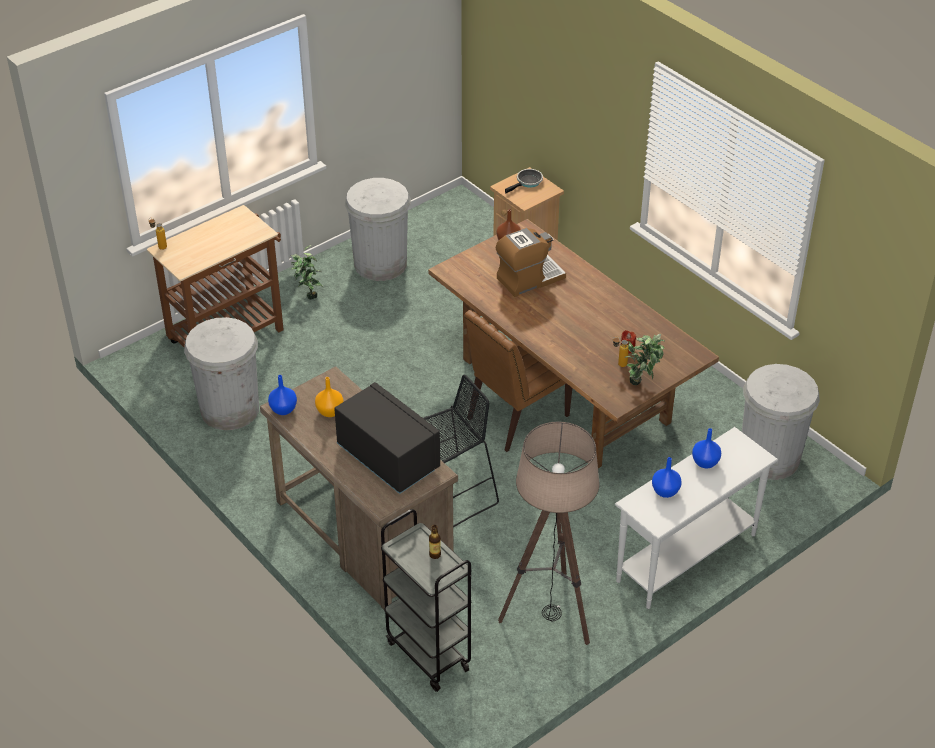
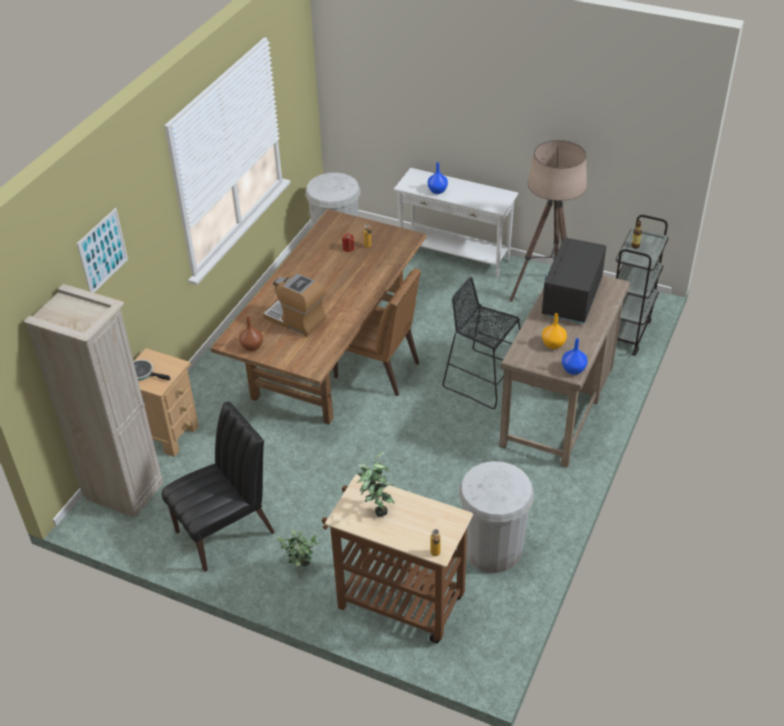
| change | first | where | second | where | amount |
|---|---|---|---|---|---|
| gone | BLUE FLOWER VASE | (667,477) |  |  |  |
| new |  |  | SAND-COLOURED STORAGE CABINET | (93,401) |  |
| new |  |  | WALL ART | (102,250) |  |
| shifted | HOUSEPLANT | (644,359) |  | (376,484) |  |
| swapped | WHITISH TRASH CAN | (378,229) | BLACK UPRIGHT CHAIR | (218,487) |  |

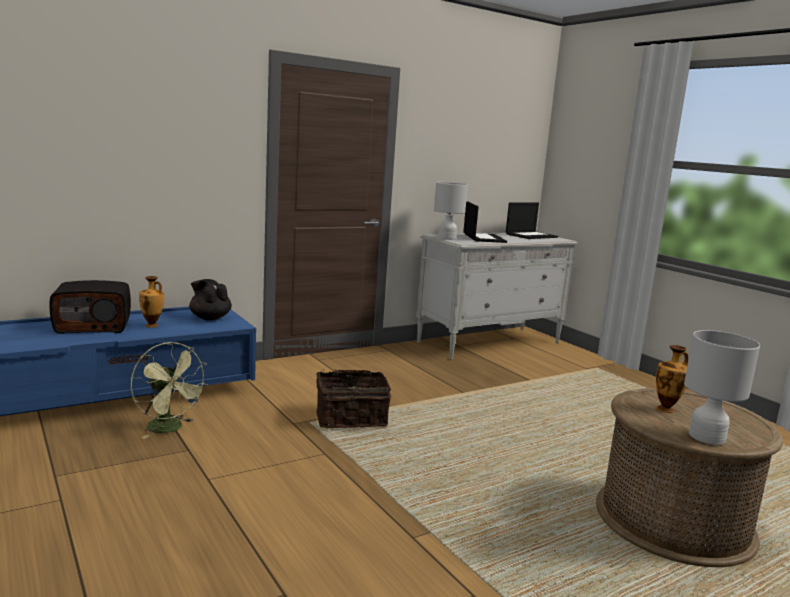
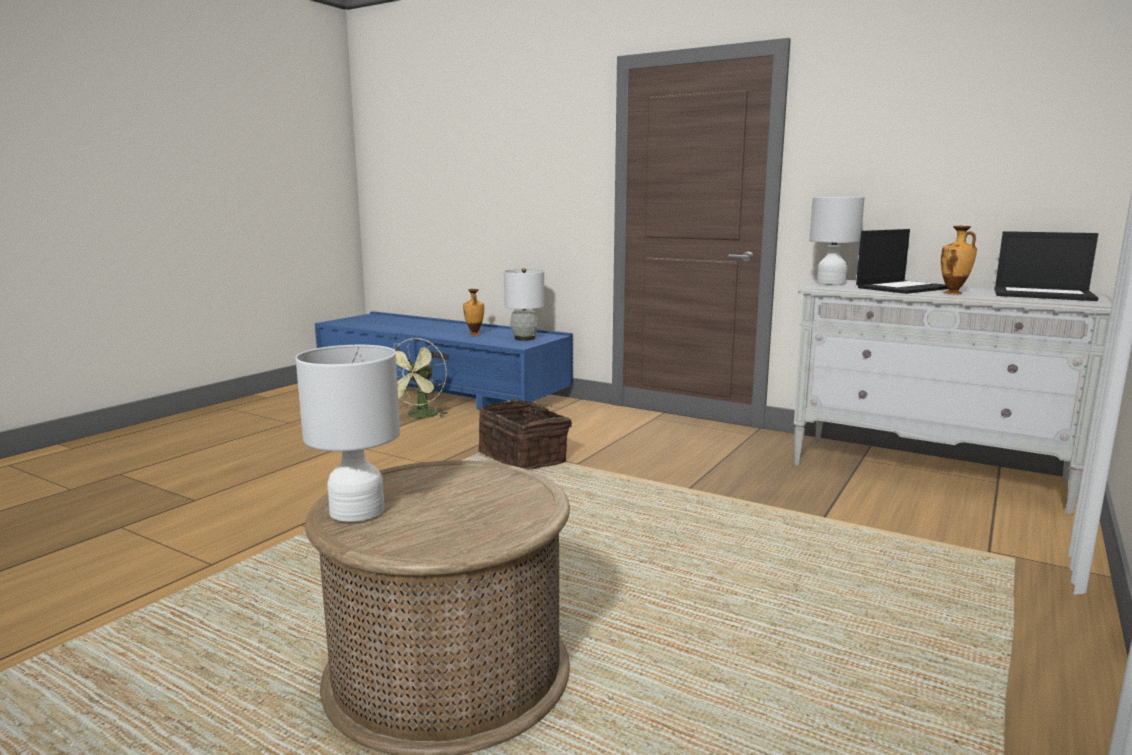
| change | first | where | second | where | amount |
|---|---|---|---|---|---|
| gone | RADIO | (90,307) |  |  |  |
| shifted | FLOWER VASE | (672,379) |  | (959,260) |  |
| swapped | BLACK TEA POT | (210,299) | WHITISH TABLETOP LAMP | (524,304) |  |

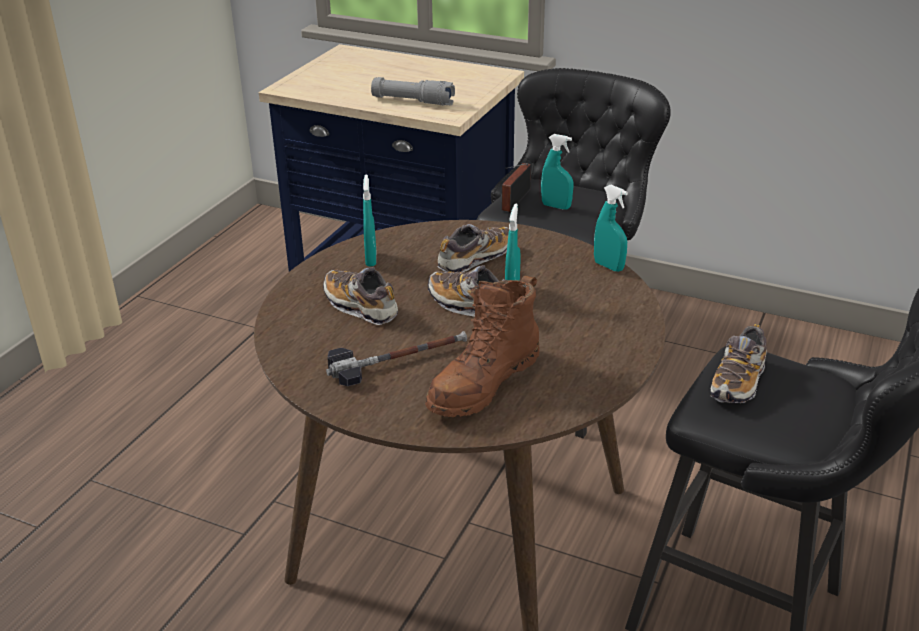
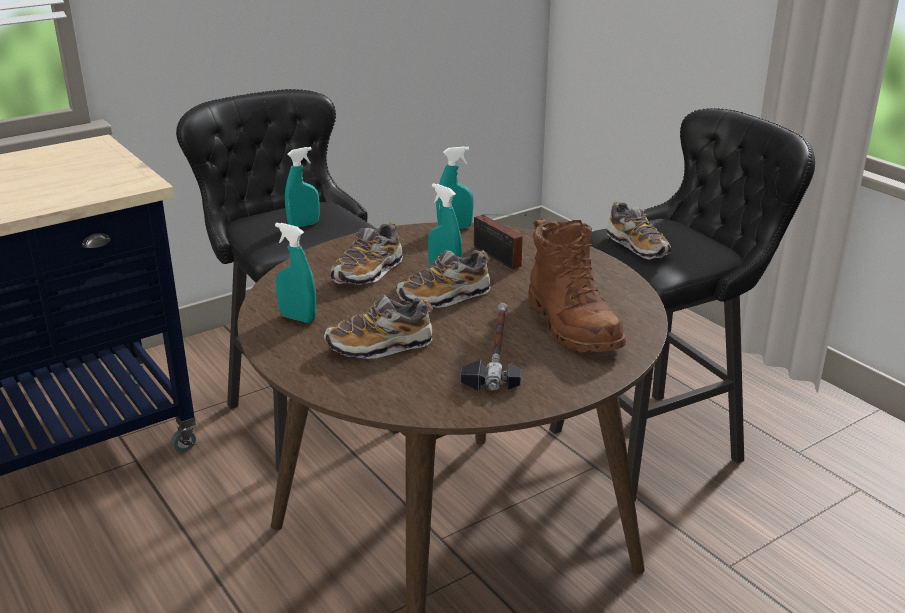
| change | first | where | second | where | amount |
|---|---|---|---|---|---|
| gone | GREY TORCH | (413,91) |  |  |  |
| shifted | RADIO | (516,187) |  | (500,241) |  |
| rotated | ITEM OF FOOTWEAR | (473,248) |  | (367,253) | 135 degrees counterclockwise |

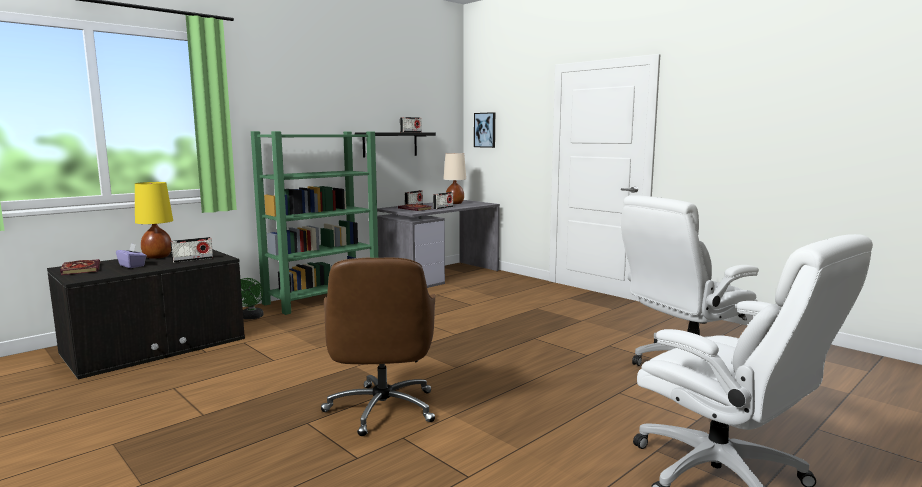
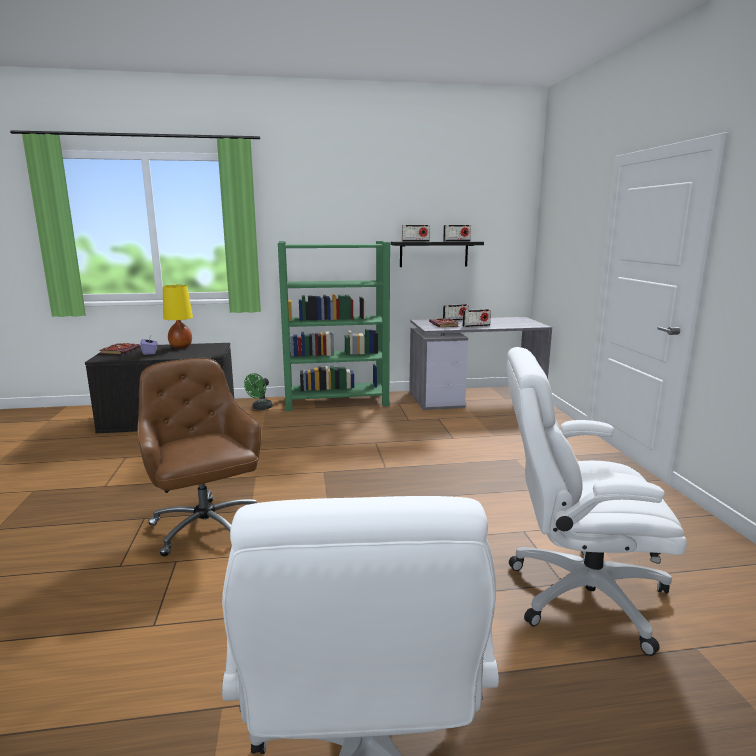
| change | first | where | second | where | amount |
|---|---|---|---|---|---|
| gone | SAND-COLOURED TABLETOP LAMP | (454,178) |  |  |  |
| gone | WALL ART | (484,130) |  |  |  |
| shifted | RADIO | (191,250) |  | (416,233) |  |
| rotated | BROWN-COLOURED OFFICE CHAIR | (378,347) |  | (199,457) | 120 degrees clockwise |

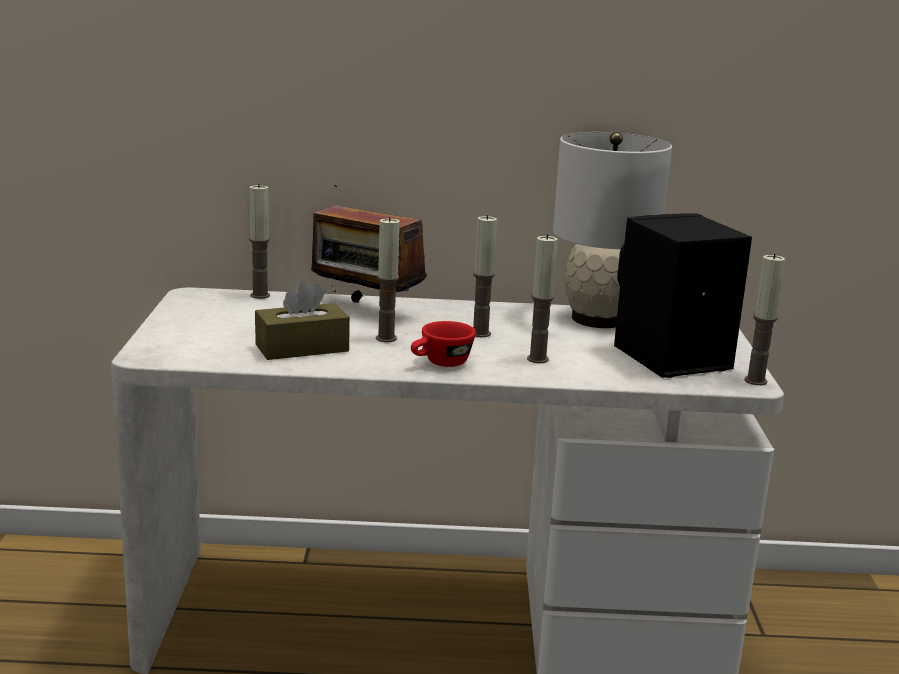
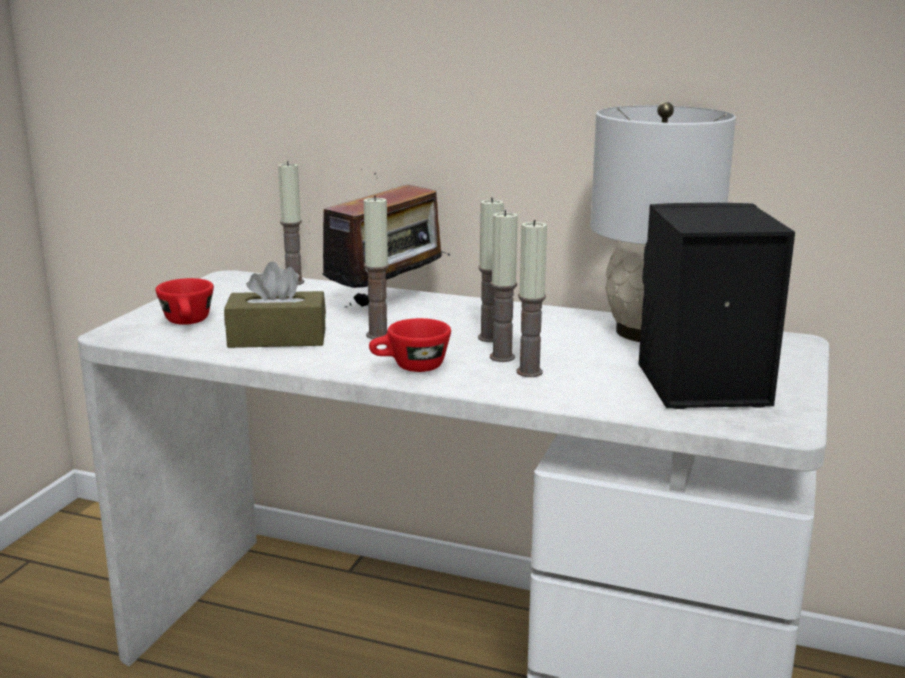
| change | first | where | second | where | amount |
|---|---|---|---|---|---|
| new |  |  | RED CUP | (185,301) |  |
| shifted | WAX LIGHT | (764,319) |  | (504,286) |  |
| rotated | RADIO | (369,244) |  | (379,238) | 105 degrees counterclockwise |

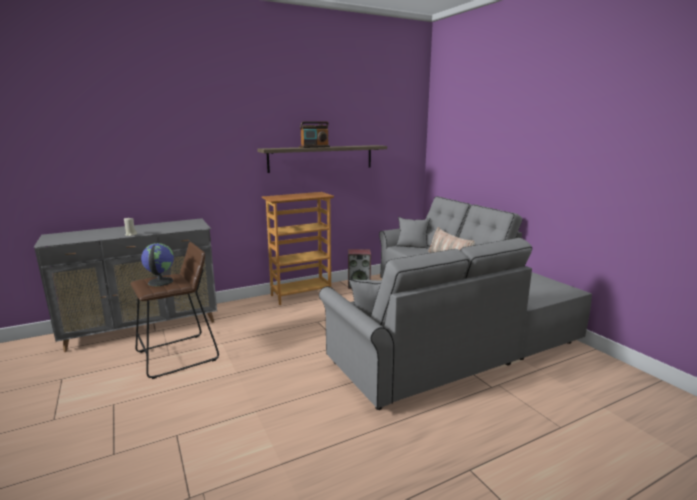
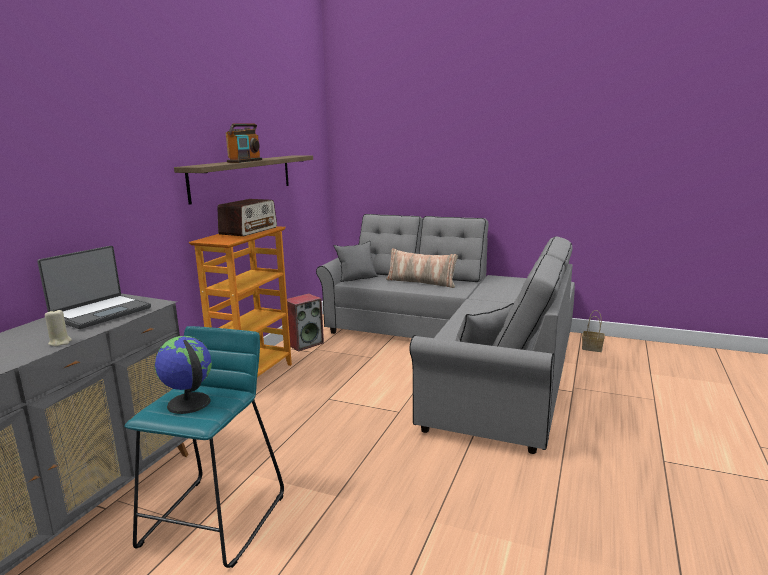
| change | first | where | second | where | amount |
|---|---|---|---|---|---|
| new |  |  | LAPTOP | (94,287) |  |
| new |  |  | RADIO | (247,217) |  |
| new |  |  | BASKET | (593,331) |  |
| repainted | BROWN-COLOURED SITTING STOOL | (175,310) | BLUE-GREEN SITTING STOOL | (204,447) |  |

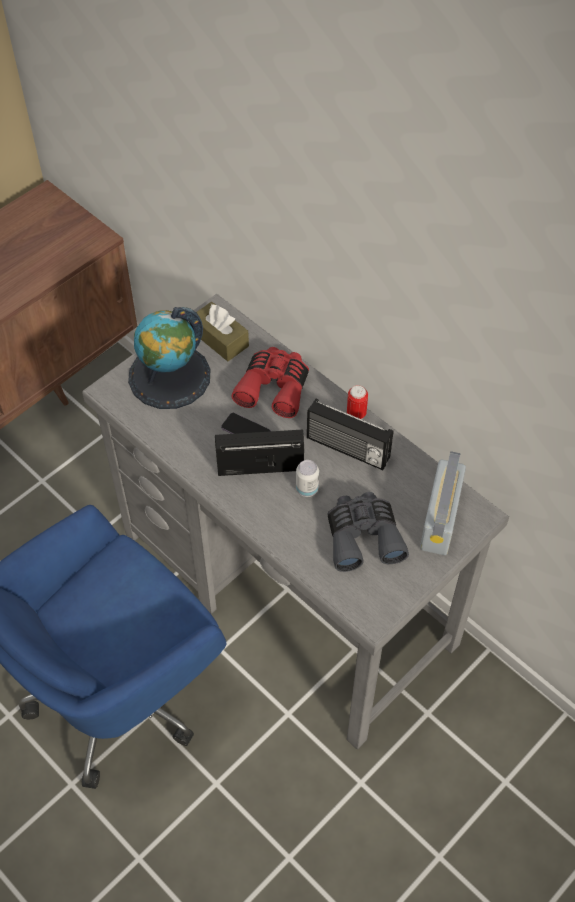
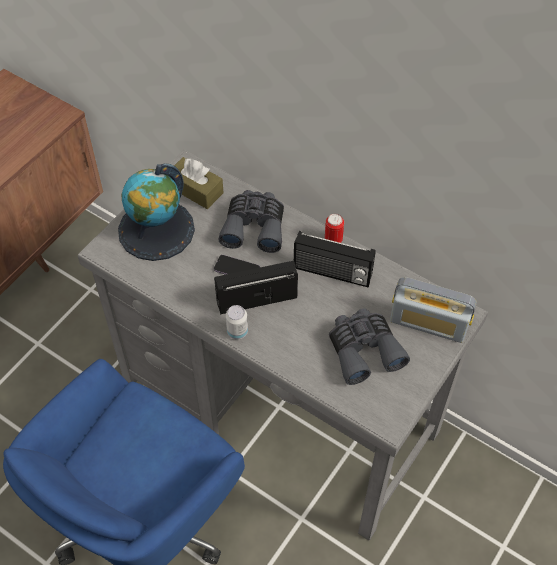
| change | first | where | second | where | amount |
|---|---|---|---|---|---|
| shifted | CAN | (307,478) |  | (237,322) |  |
| repainted | RED FIELD GLASSES | (270,382) | GREY FIELD GLASSES | (251,221) |  |
| rotated | RADIO | (443,503) |  | (433,310) | 105 degrees clockwise |

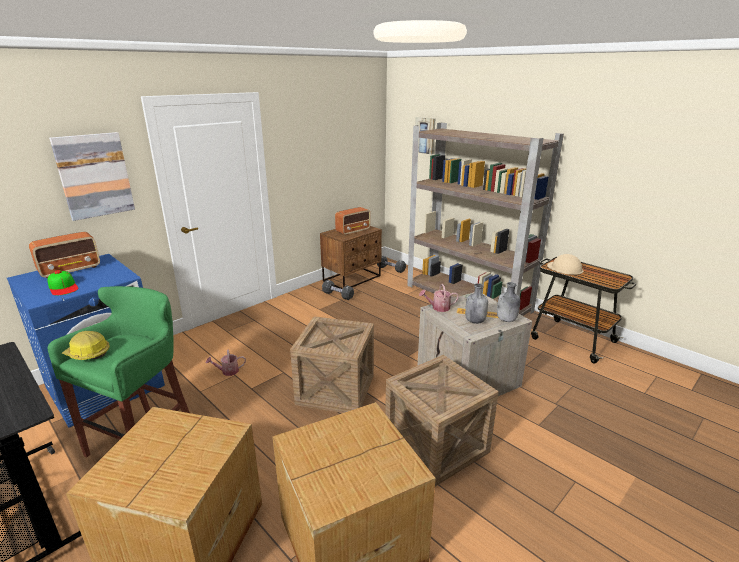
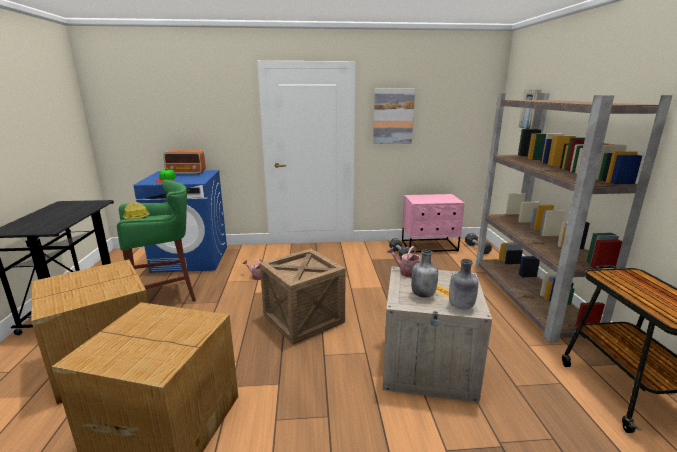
| change | first | where | second | where | amount |
|---|---|---|---|---|---|
| gone | RADIO | (352,221) |  |  |  |
| gone | CRATE | (442,421) |  |  |  |
| gone | SAND-COLOURED SAFETY HELMET | (565,264) |  |  |  |
| shifted | WALL ART | (92,176) |  | (394,116) |  |
| repainted | BROWN-COLOURED NIGHT TABLE | (351,257) | PINKISH NIGHT TABLE | (433,223) |  |

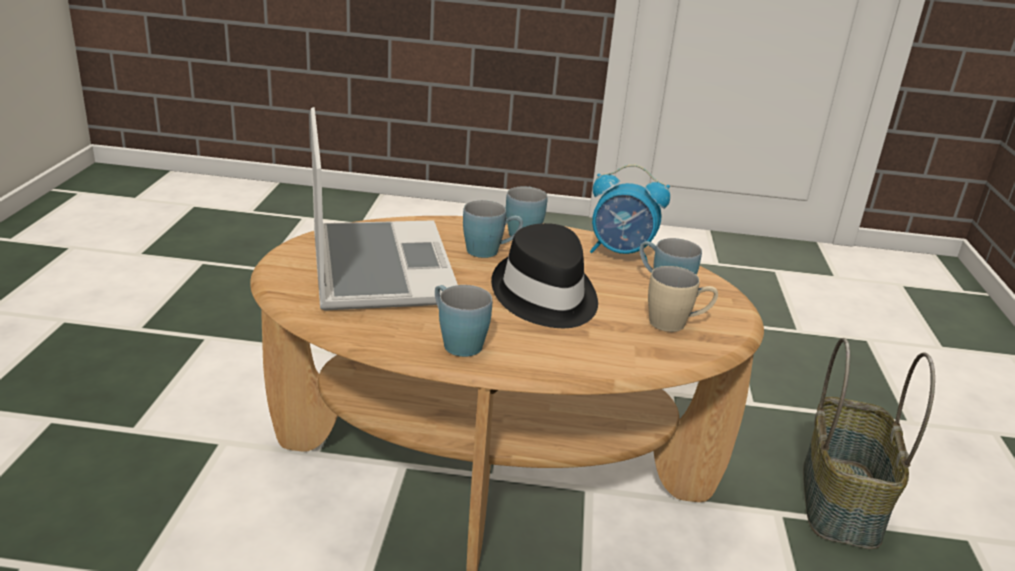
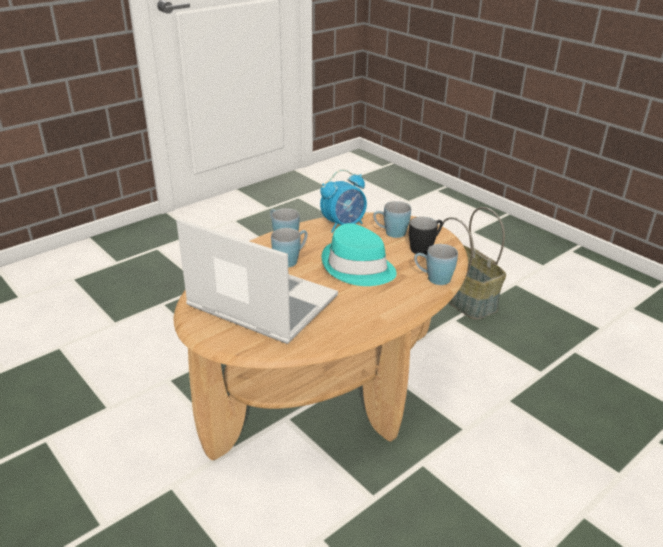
| change | first | where | second | where | amount |
|---|---|---|---|---|---|
| shifted | BLUE MUG | (463,321) |  | (436,264) |  |
| repainted | BLACK HAT | (544,275) | BLUE-GREEN HAT | (359,254) |  |
| repainted | SAND-COLOURED MUG | (683,299) | BLACK MUG | (426,236) |  |

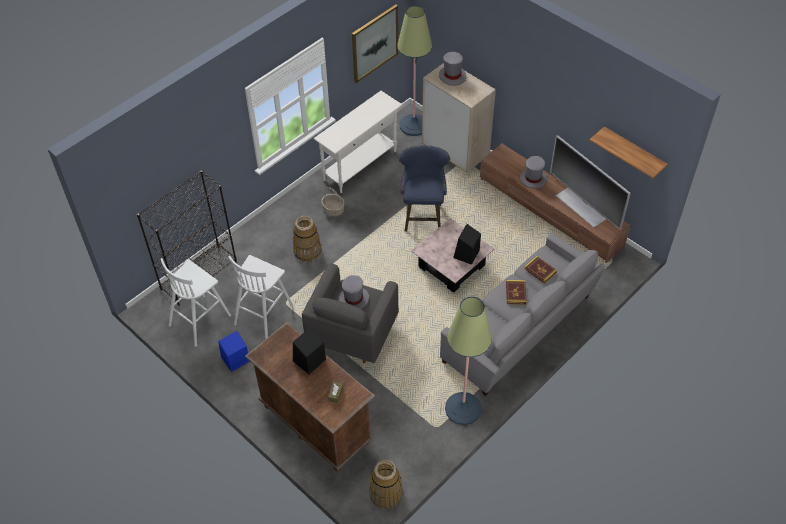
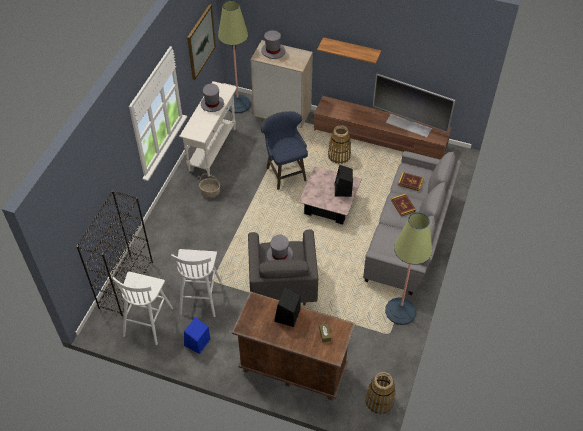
| change | first | where | second | where | amount |
|---|---|---|---|---|---|
| shifted | BASKET | (307,239) |  | (339,144) |  |
| shifted | GREY HAT | (533,172) |  | (212,97) |  |
| shifted | WALL SHELF | (629,152) |  | (349,50) |  |

